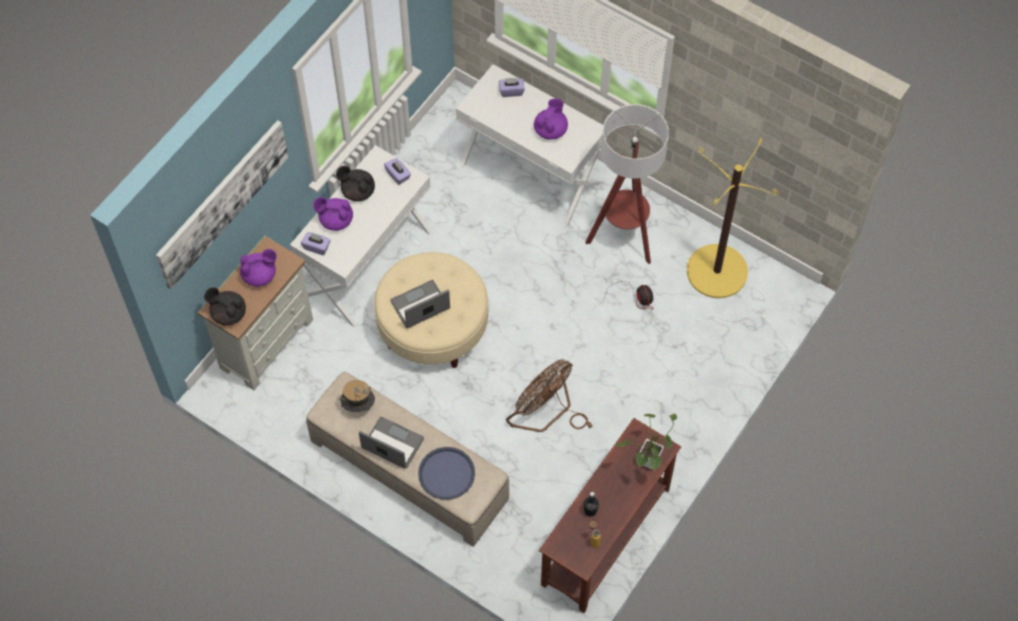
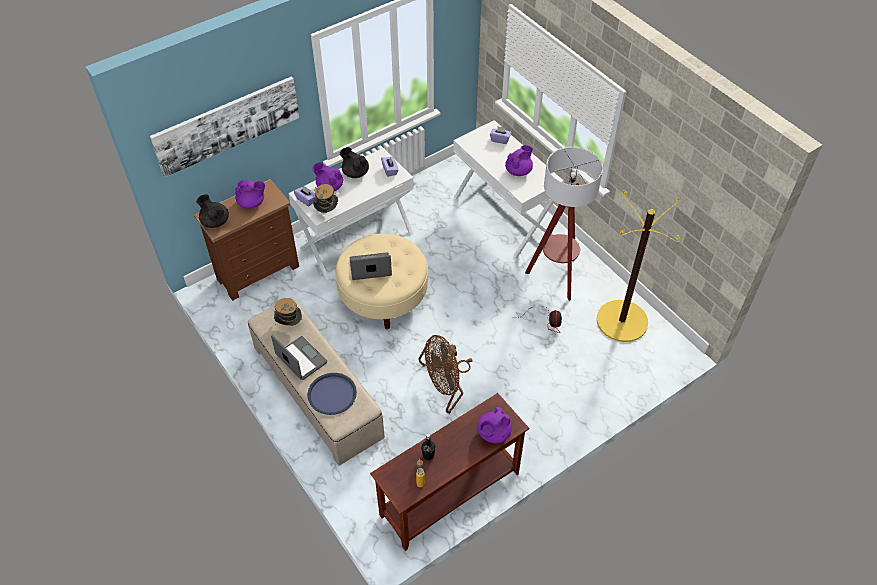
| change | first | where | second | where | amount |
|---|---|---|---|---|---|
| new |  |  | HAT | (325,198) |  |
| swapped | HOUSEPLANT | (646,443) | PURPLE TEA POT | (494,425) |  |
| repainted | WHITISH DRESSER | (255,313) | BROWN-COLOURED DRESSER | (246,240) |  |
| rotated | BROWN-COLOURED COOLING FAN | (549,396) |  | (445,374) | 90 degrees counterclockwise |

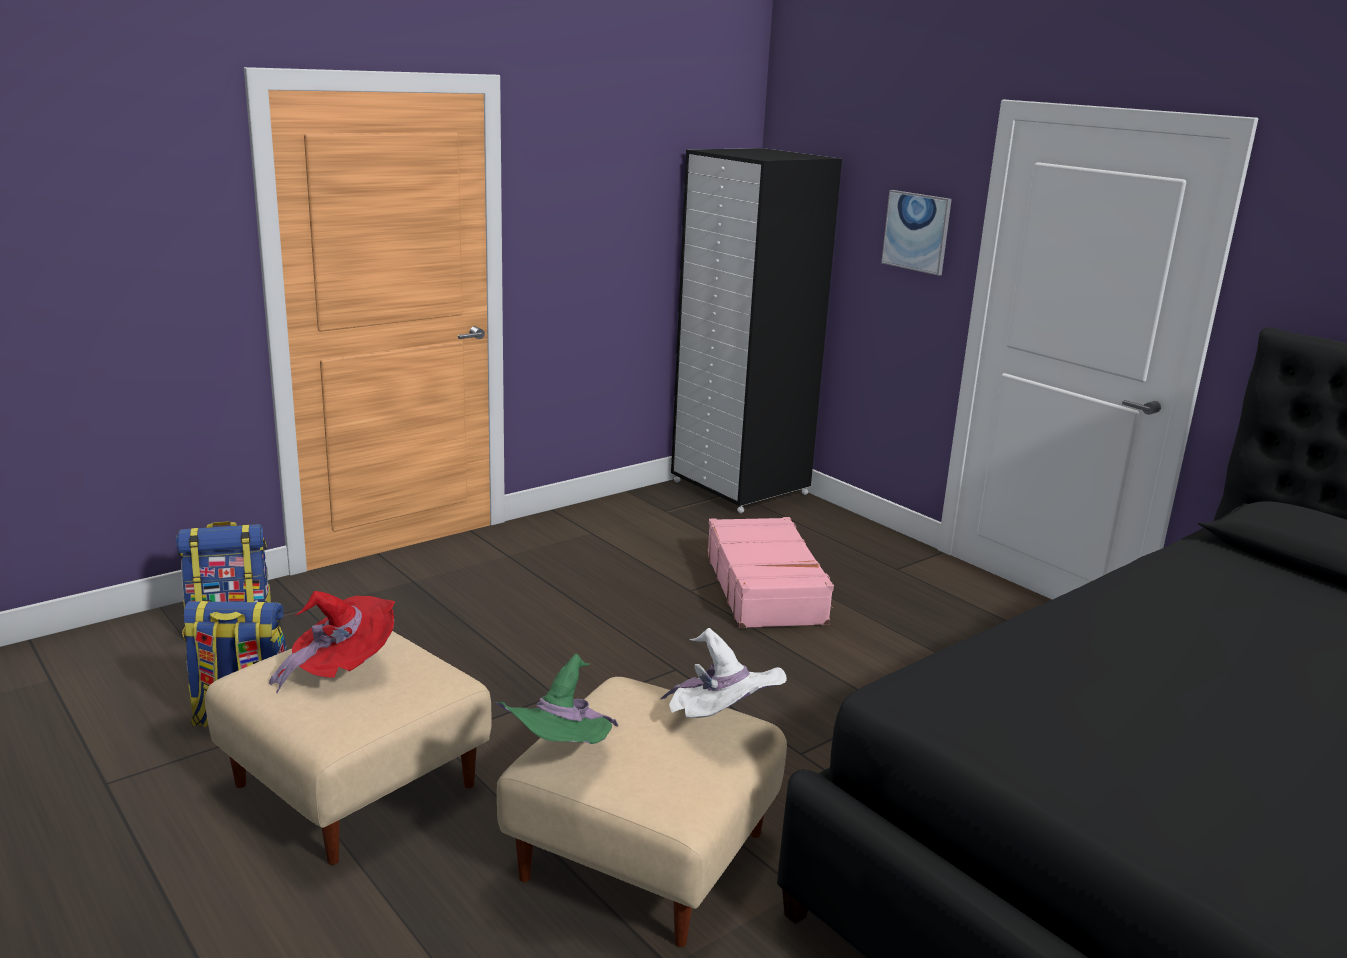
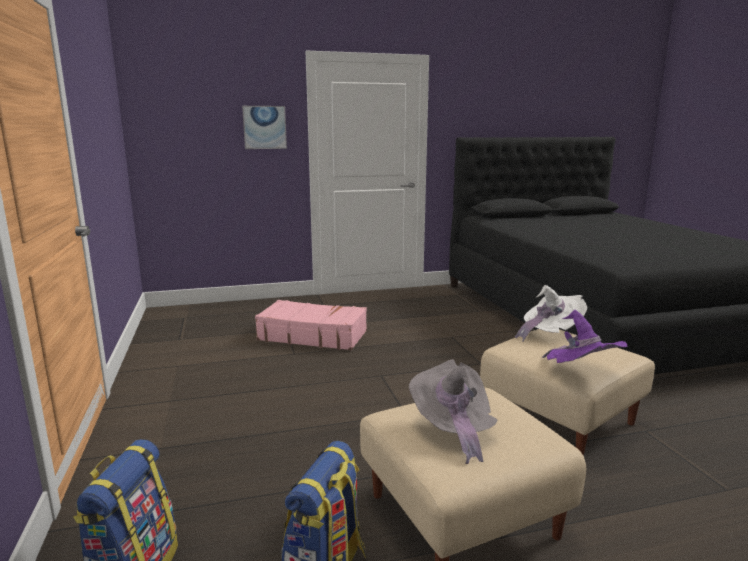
| change | first | where | second | where | amount |
|---|---|---|---|---|---|
| gone | CLOTHES CUPBOARD | (756,331) |  |  |  |
| repainted | RED HAT | (332,642) | GREY HAT | (453,411) |  |
| repainted | GREENISH HAT | (557,699) | PURPLE HAT | (584,336) |  |

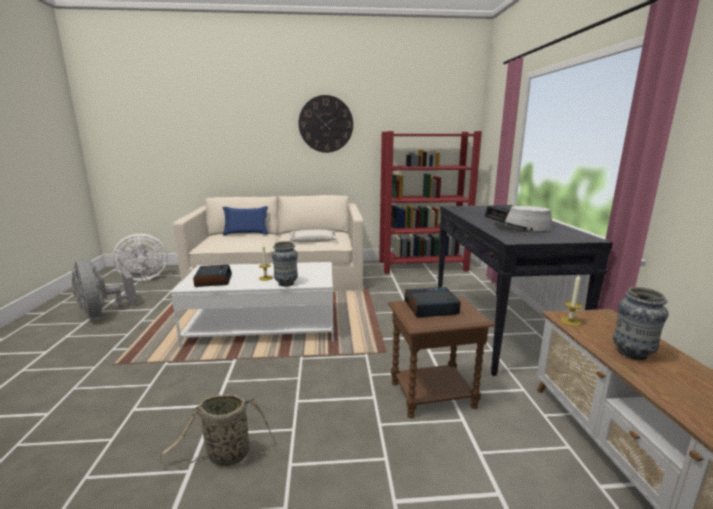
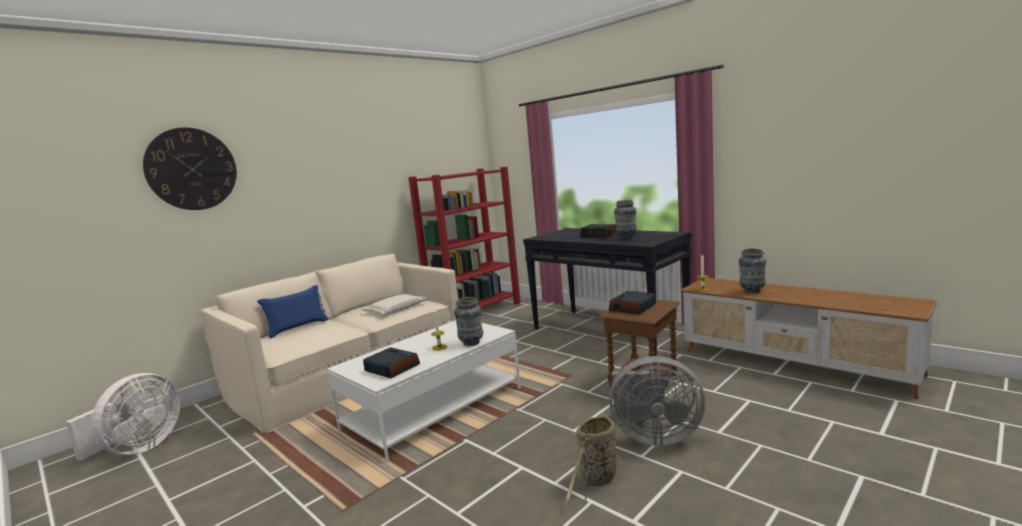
| change | first | where | second | where | amount |
|---|---|---|---|---|---|
| shifted | GREY COOLING FAN | (105,288) |  | (657,401) |  |
| shifted | CLOCK ON THE WALL | (325,124) |  | (190,168) |  |
| swapped | GREY HAT | (523,219) | FLOWER VASE | (625,219) |  |

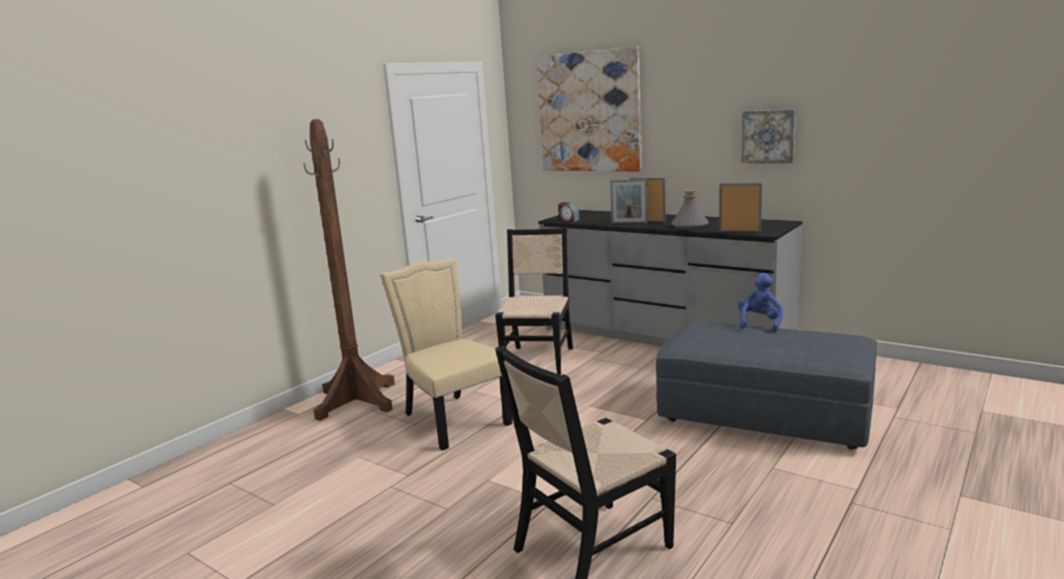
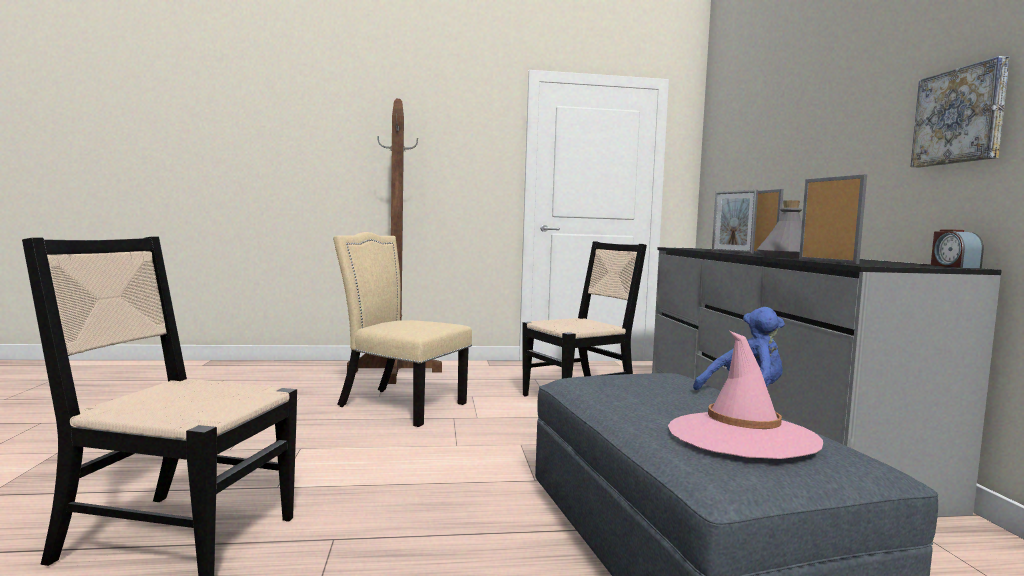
| change | first | where | second | where | amount |
|---|---|---|---|---|---|
| gone | WALL ART | (589,109) |  |  |  |
| new |  |  | PINKISH HAT | (745,395) |  |
| shifted | BEDSIDE CLOCK | (569,212) |  | (957,249) |  |
| rotated | SAND-COLOURED UPRIGHT CHAIR | (446,354) |  | (402,329) | 75 degrees counterclockwise |

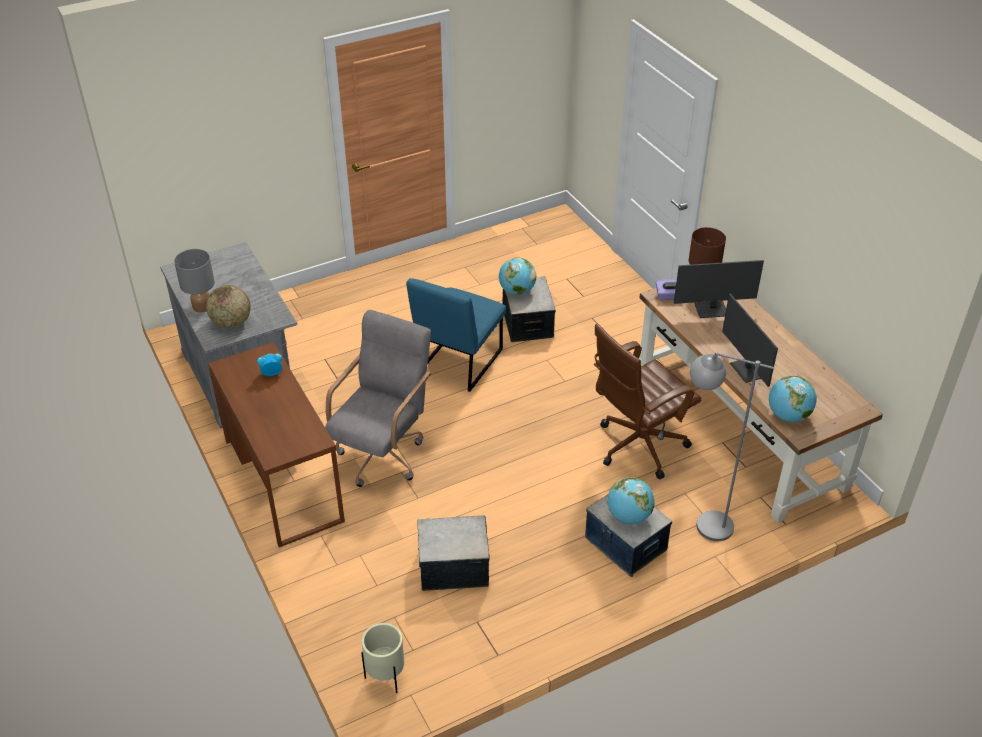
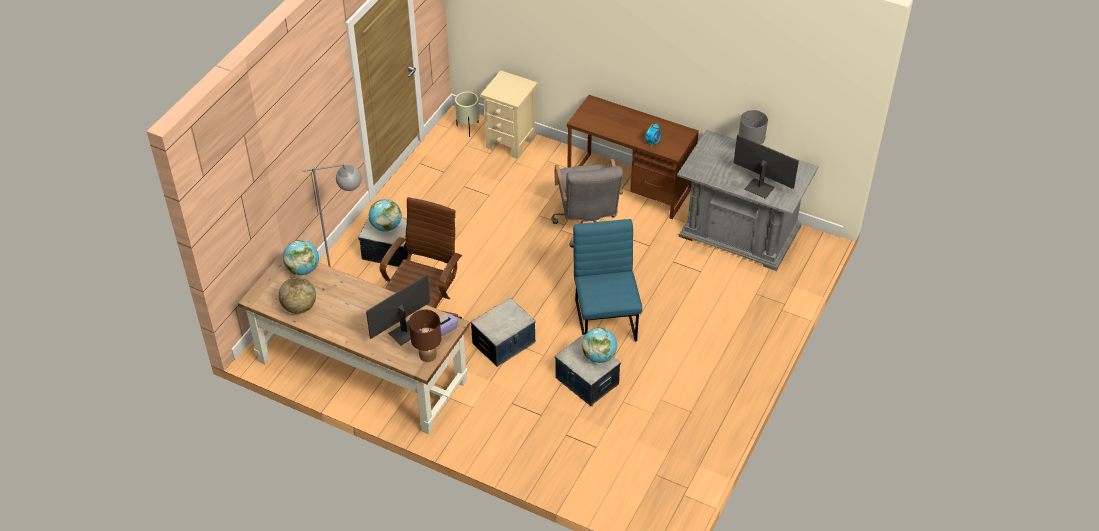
| change | first | where | second | where | amount |
|---|---|---|---|---|---|
| new |  |  | SAND-COLOURED NIGHT TABLE | (509,114) |  |
| shifted | DESK GLOBE | (228,306) |  | (297,295) |  |
| shifted | STORAGE CONTAINER | (453,553) |  | (503,332) |  |
| shifted | MONITOR | (750,340) |  | (766,167) |  |

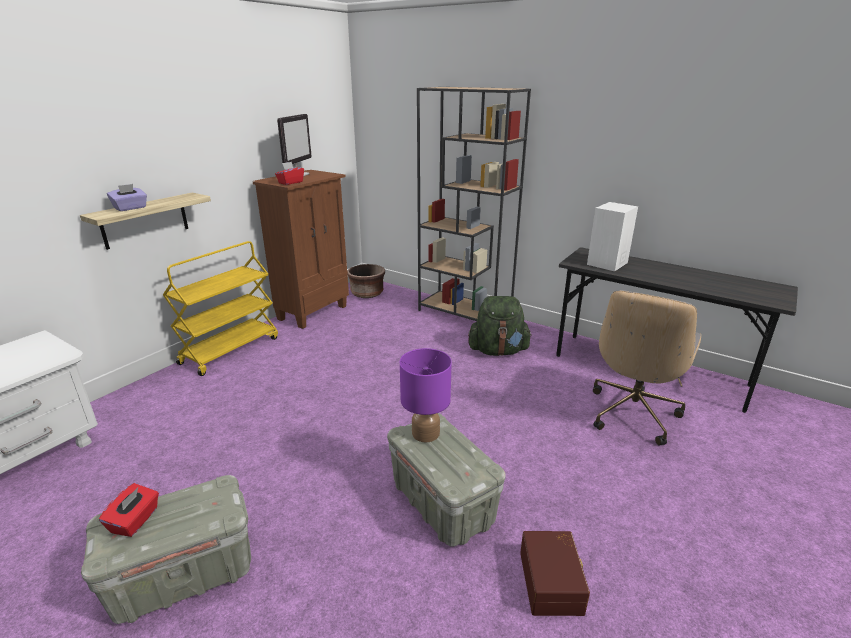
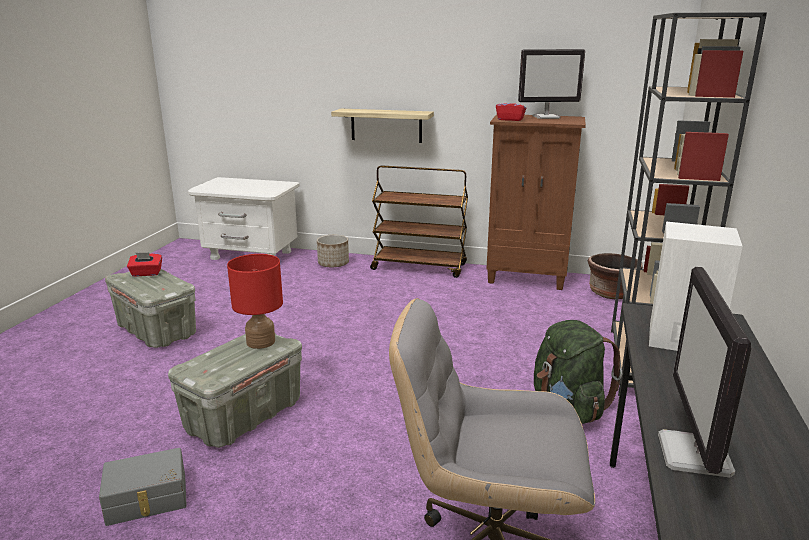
| change | first | where | second | where | amount |
|---|---|---|---|---|---|
| gone | PURPLE BOX OF TISSUES | (127,197) |  |  |  |
| new |  |  | PLANT POT | (333,251) |  |
| new |  |  | MONITOR | (704,372) |  |
| repainted | YELLOW WHEELED CART | (220,308) | BROWN-COLOURED WHEELED CART | (419,221) |  |
| repainted | PURPLE TABLETOP LAMP | (426,395) | RED TABLETOP LAMP | (255,301) |  |
| repainted | BROWN-COLOURED STORAGE CONTAINER | (555,573) | GREY STORAGE CONTAINER | (143,487) |  |

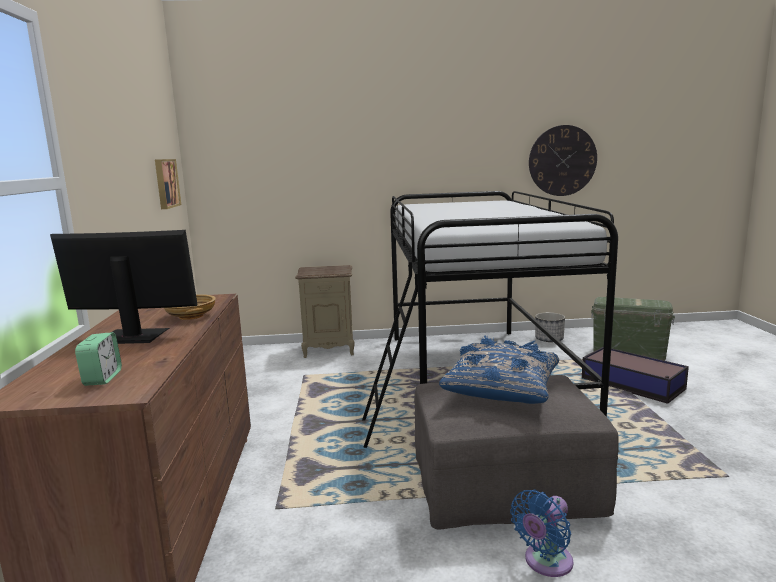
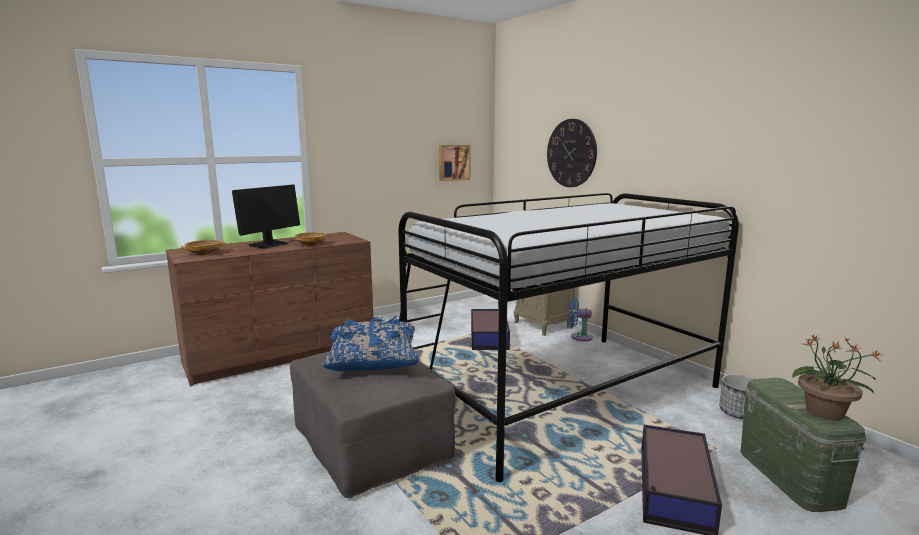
| change | first | where | second | where | amount |
|---|---|---|---|---|---|
| new |  |  | STORAGE CONTAINER | (490,329) |  |
| new |  |  | HOUSEPLANT | (837,377) |  |
| shifted | BLUE COOLING FAN | (541,533) |  | (580,319) |  |
| shifted | CLOCK ON THE WALL | (563,160) |  | (572,153) |  |
| swapped | BEDSIDE CLOCK | (98,359) | SAND-COLOURED DEEP DISH | (203,247) |  |
| rotated | MONITOR | (124,287) |  | (266,216) | 60 degrees clockwise |

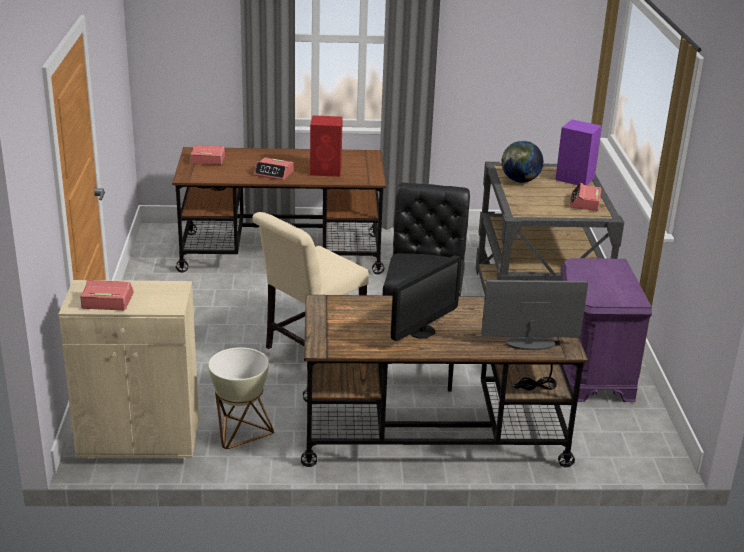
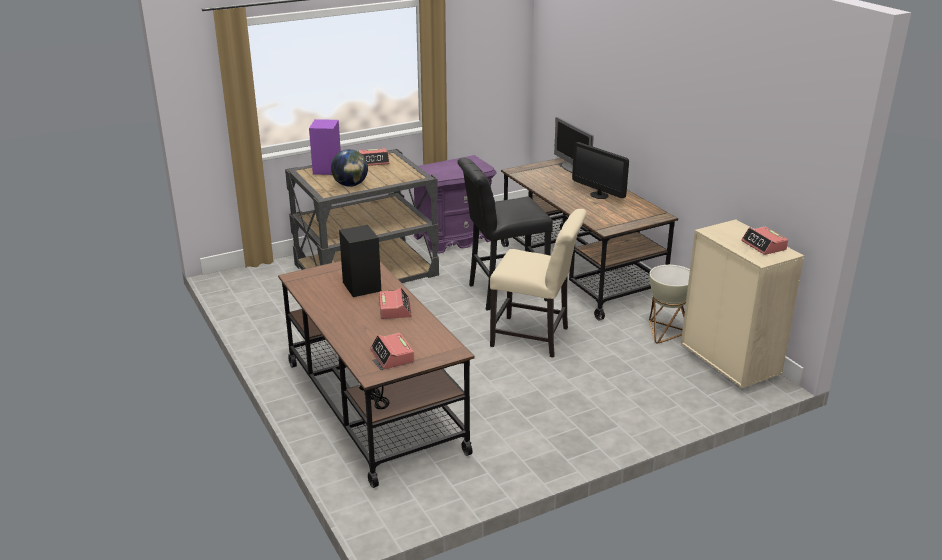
| change | first | where | second | where | amount |
|---|---|---|---|---|---|
| repainted | RED SPEAKER | (326,146) | BLACK SPEAKER | (360,261) |  |
| rotated | MONITOR | (426,298) |  | (600,170) | 150 degrees counterclockwise |

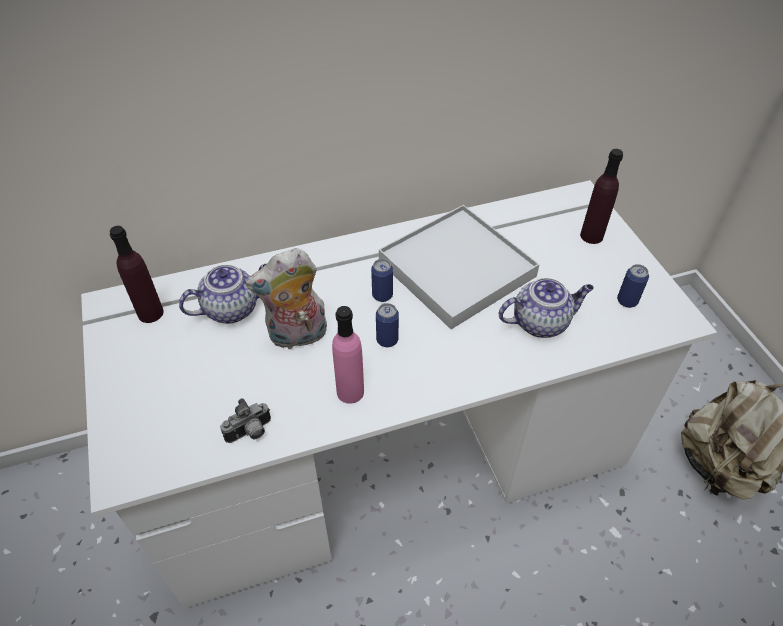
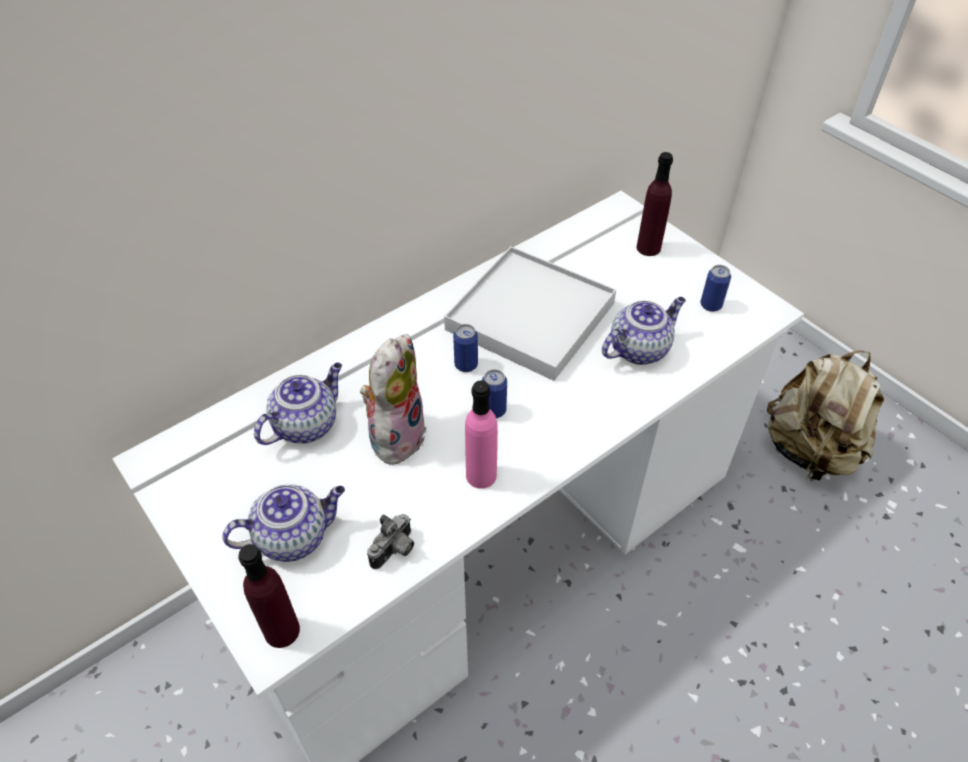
| change | first | where | second | where | amount |
|---|---|---|---|---|---|
| new |  |  | TEA POT | (283,523) |  |
| shifted | PURPLE BOTTLE | (137,274) |  | (269,596) |  |
| rotated | PLUSH TOY | (286,299) |  | (393,400) | 150 degrees clockwise |

